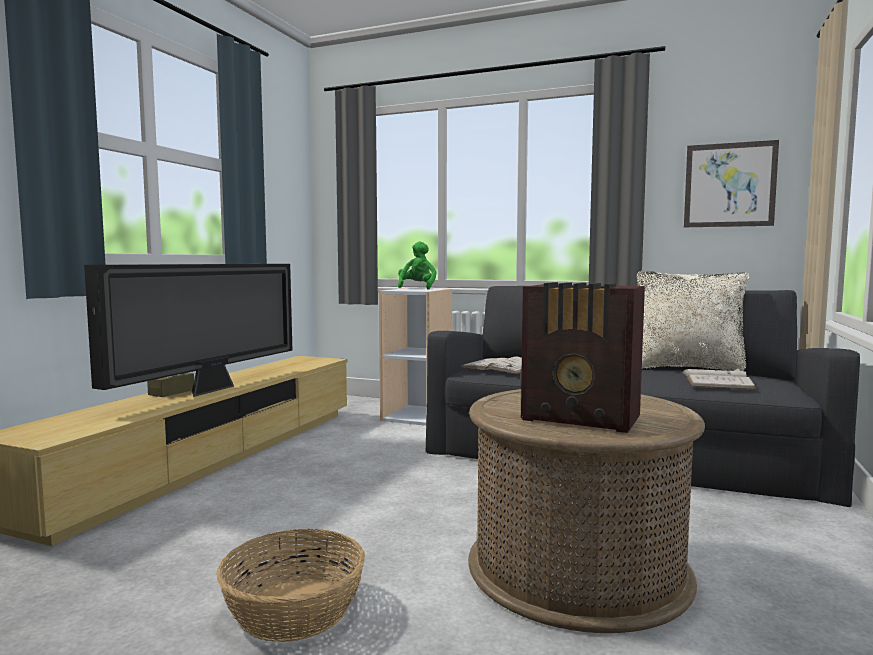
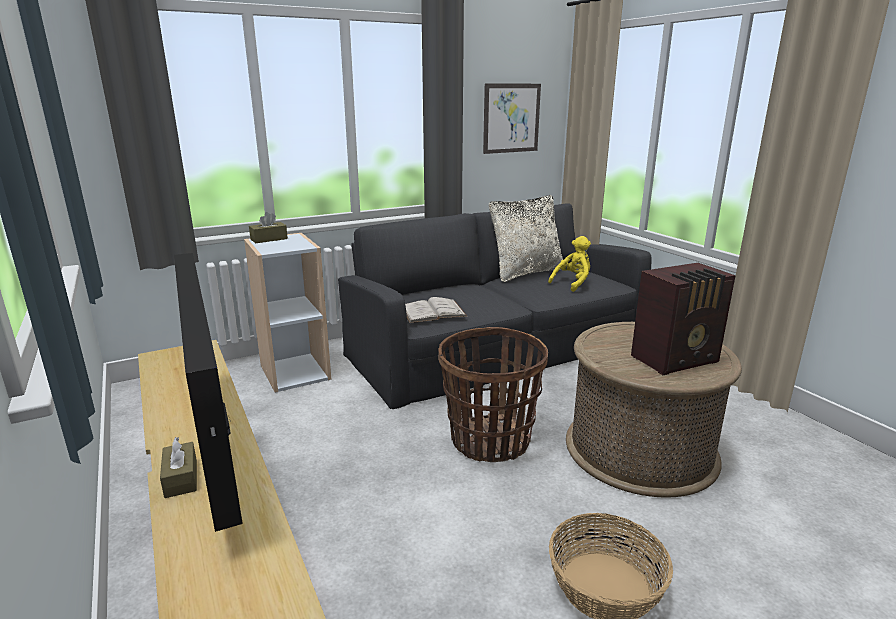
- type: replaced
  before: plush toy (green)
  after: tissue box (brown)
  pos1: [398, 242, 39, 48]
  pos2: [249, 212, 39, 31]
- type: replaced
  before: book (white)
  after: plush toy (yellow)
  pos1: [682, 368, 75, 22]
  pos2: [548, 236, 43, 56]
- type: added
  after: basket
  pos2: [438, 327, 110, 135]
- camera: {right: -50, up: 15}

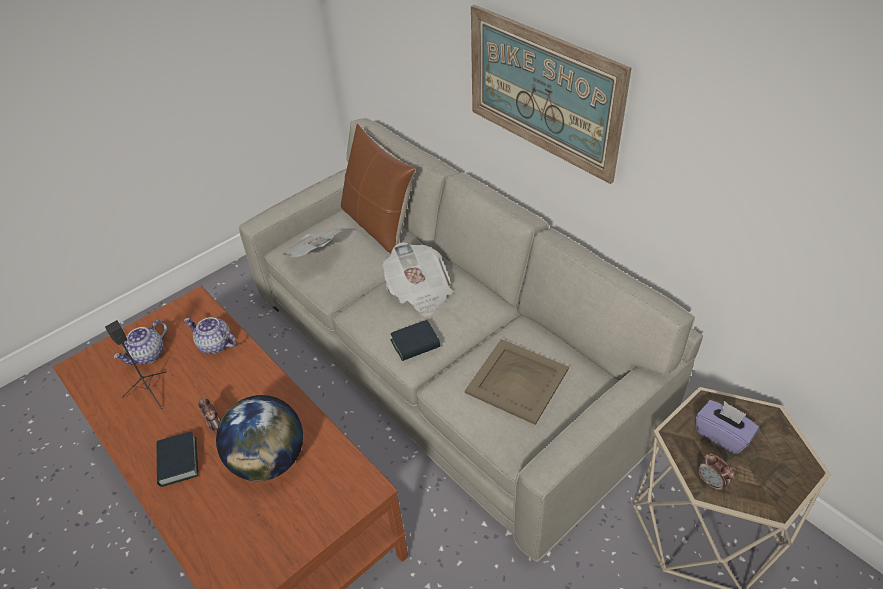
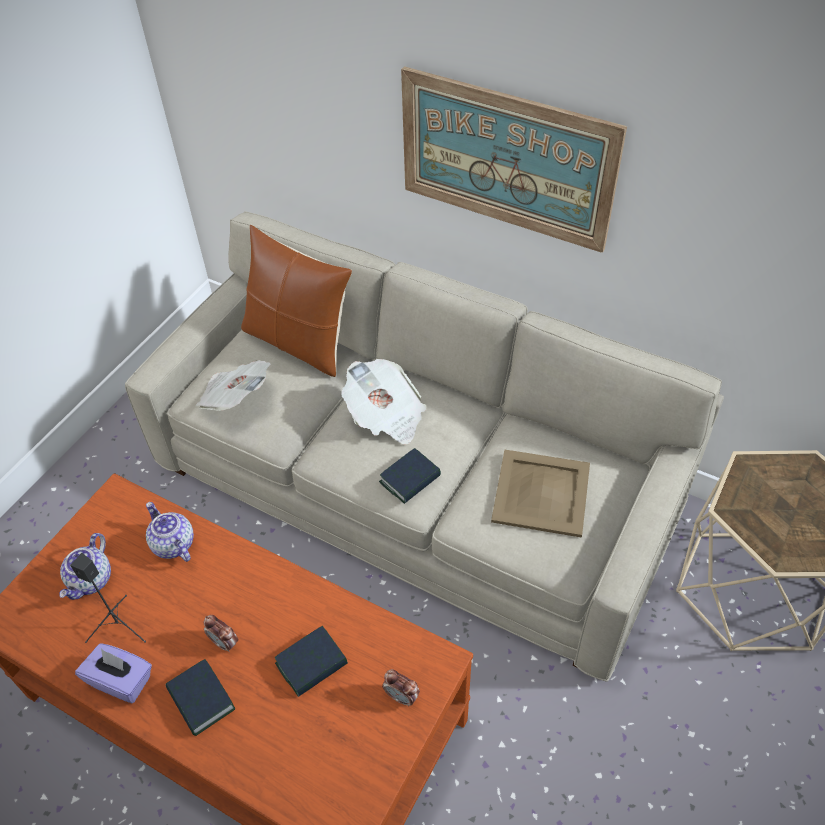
- type: turned
  before: teapot
  pos1: [184, 317, 53, 37]
  pos2: [146, 502, 48, 60]
  turn: 45
- type: replaced
  before: globe
  after: book
  pos1: [216, 395, 87, 86]
  pos2: [275, 626, 73, 71]
- type: moved
  before: tissue box (purple)
  pos1: [696, 400, 63, 54]
  pos2: [75, 643, 77, 61]
- type: moved
  before: alarm clock
  pos1: [698, 453, 36, 38]
  pos2: [382, 669, 38, 38]
- camera: {right: -20, up: 5}

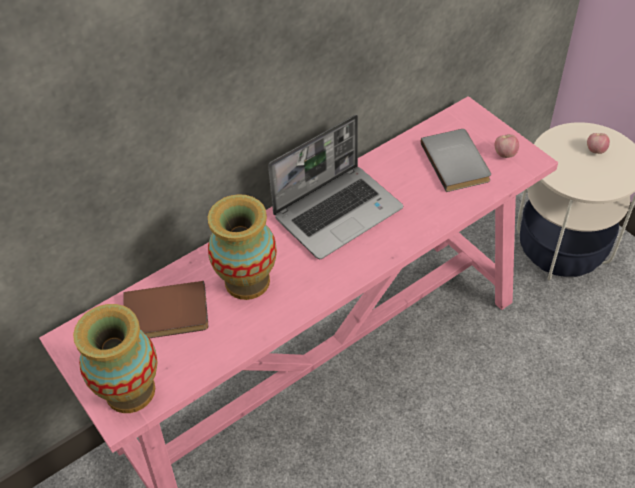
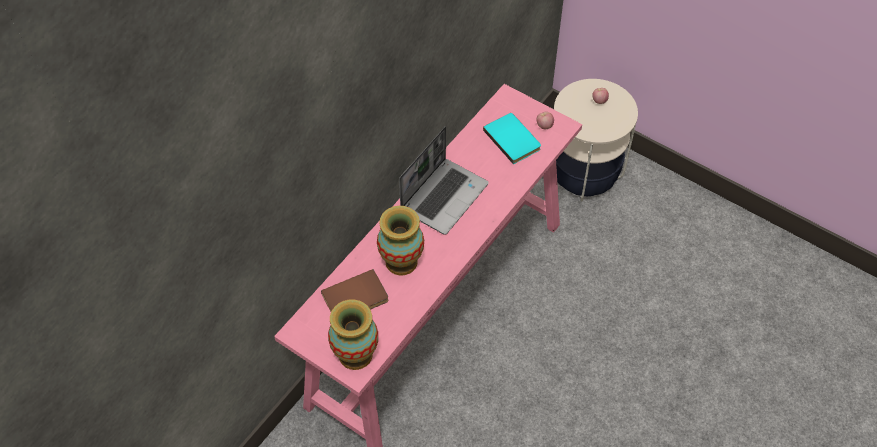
- type: recoloured
  before: book (grey)
  after: book (turquoise)
  pos1: [421, 129, 70, 63]
  pos2: [483, 113, 58, 51]
- camera: {right: -20, up: 5}

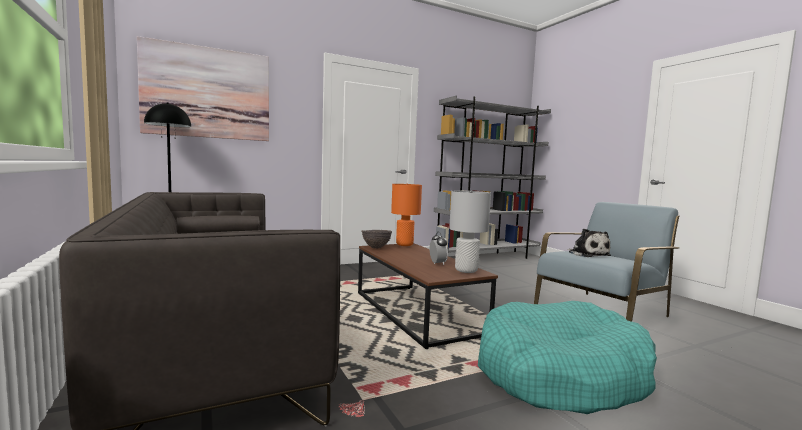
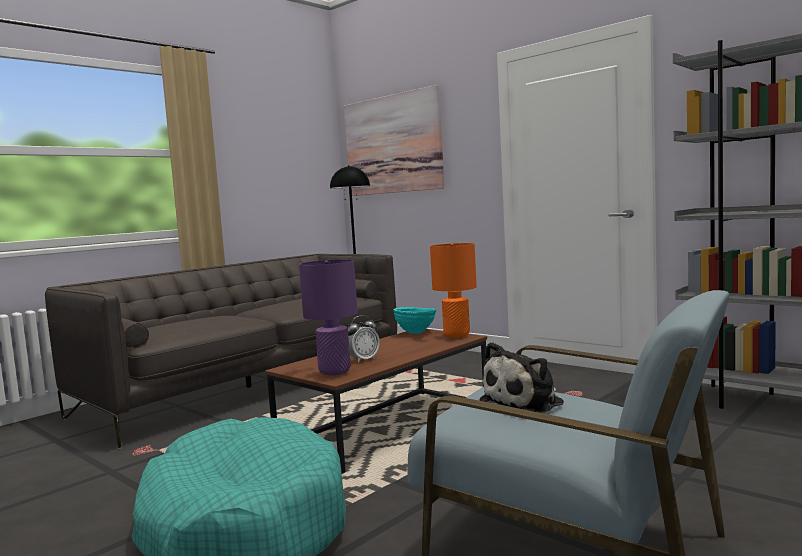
- type: recoloured
  before: bowl (brown)
  after: bowl (turquoise)
  pos1: [361, 230, 31, 18]
  pos2: [393, 307, 43, 27]
- type: recoloured
  before: table lamp (grey)
  after: table lamp (purple)
  pos1: [449, 191, 42, 82]
  pos2: [299, 259, 59, 117]
- camera: {right: 70, up: 0}

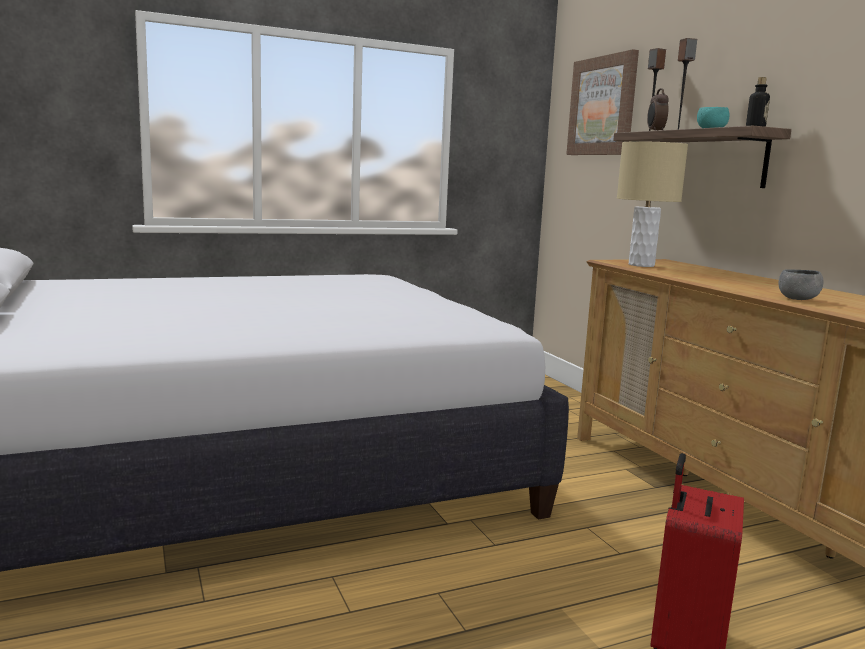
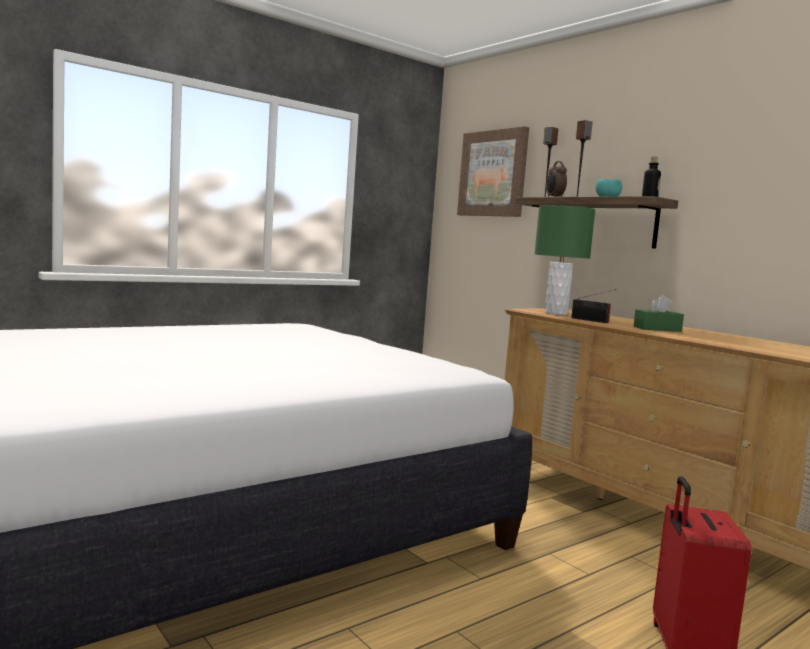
- type: recoloured
  before: table lamp (beige)
  after: table lamp (green)
  pos1: [617, 141, 71, 126]
  pos2: [534, 205, 61, 110]
- type: removed
  before: bowl (grey)
  pos1: [778, 269, 46, 31]
- type: added
  after: radio
  pos2: [571, 289, 45, 34]
- type: added
  after: tissue box (green)
  pos2: [634, 295, 50, 37]
- camera: {right: -15, up: -5}

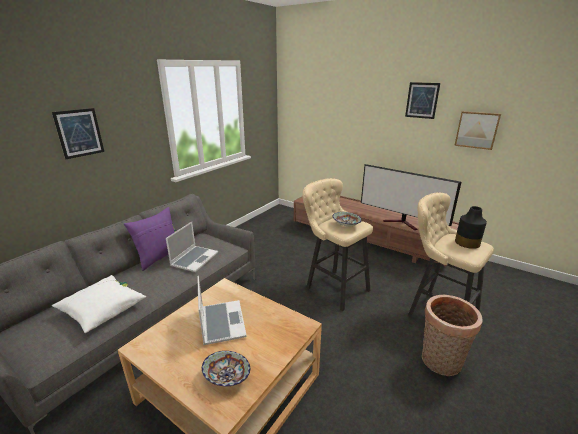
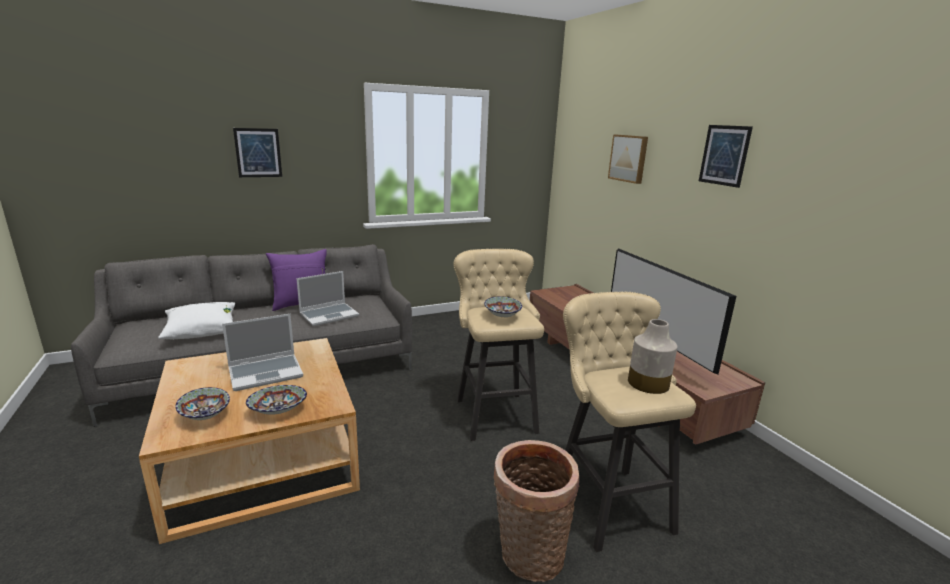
- type: turned
  before: laptop
  pos1: [197, 276, 50, 69]
  pos2: [222, 314, 81, 77]
  turn: 45
- type: moved
  before: picture
  pos1: [454, 111, 47, 39]
  pos2: [608, 134, 40, 50]
- type: recoloured
  before: vase (black)
  after: vase (beige)
  pos1: [455, 206, 32, 43]
  pos2: [628, 319, 49, 75]
- type: added
  after: bowl
  pos2: [246, 385, 61, 30]
- camera: {right: 30, up: -5}

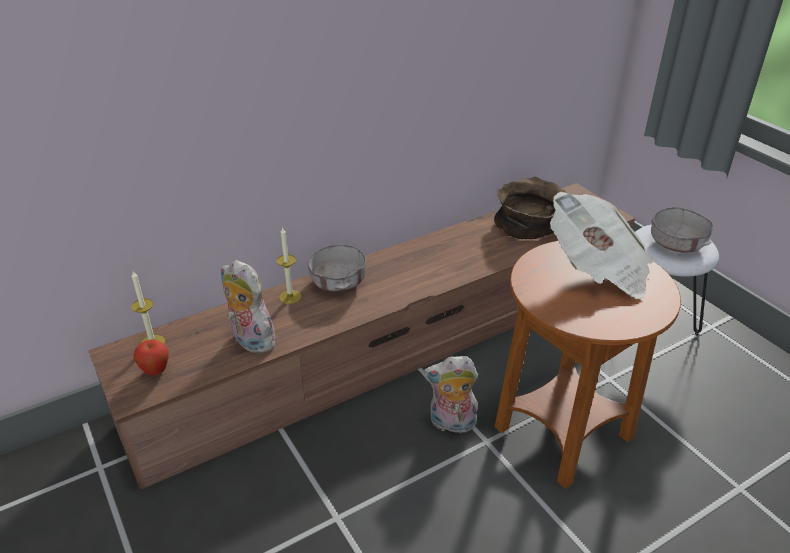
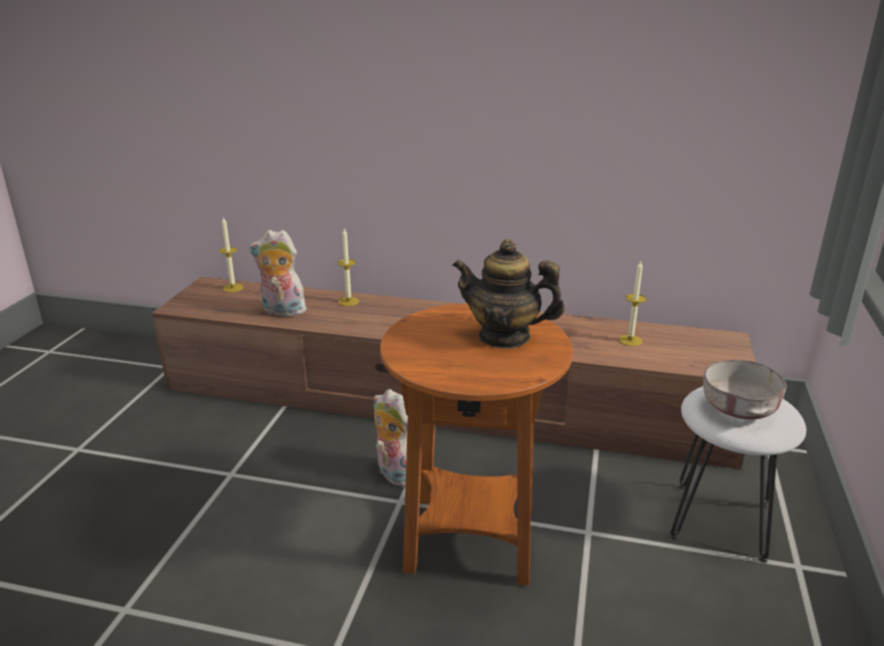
- type: removed
  before: apple
  pos1: [133, 340, 36, 35]
- type: turned
  before: plush toy
  pos1: [221, 260, 54, 93]
  pos2: [249, 230, 57, 87]
  turn: -75
- type: removed
  before: bowl (grey)
  pos1: [308, 245, 58, 47]
- type: replaced
  before: bowl (brown)
  after: candle
  pos1: [494, 177, 73, 62]
  pos2: [619, 261, 27, 85]
- type: replaced
  before: newspaper
  after: teapot
  pos1: [550, 192, 103, 107]
  pos2: [452, 239, 113, 110]
- camera: {right: 45, up: -10}

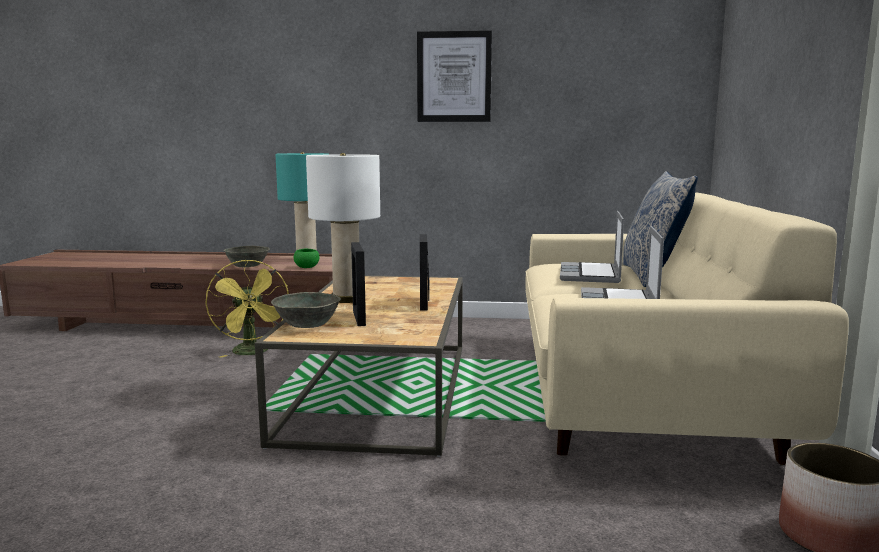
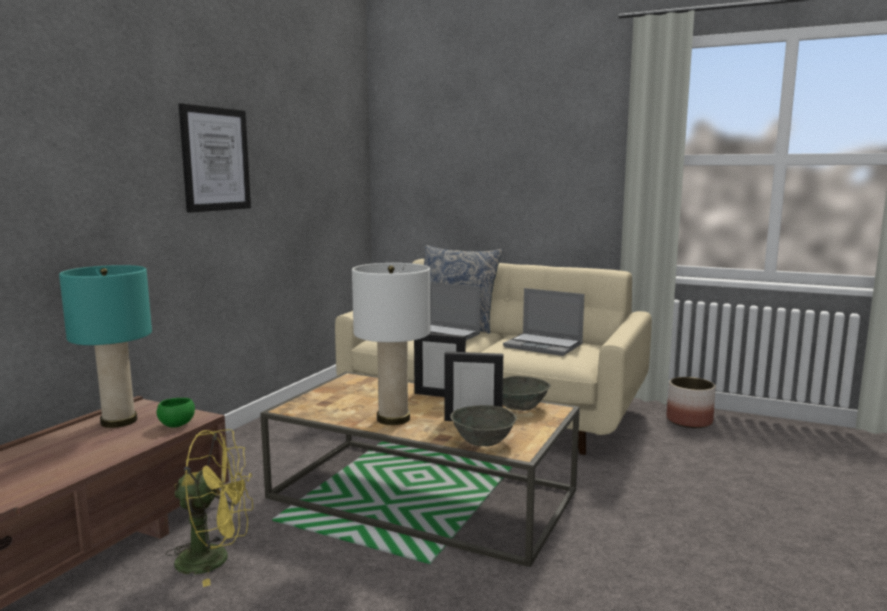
- type: moved
  before: bowl (grey)
  pos1: [223, 246, 47, 21]
  pos2: [503, 376, 48, 35]
- camera: {right: -70, up: 0}

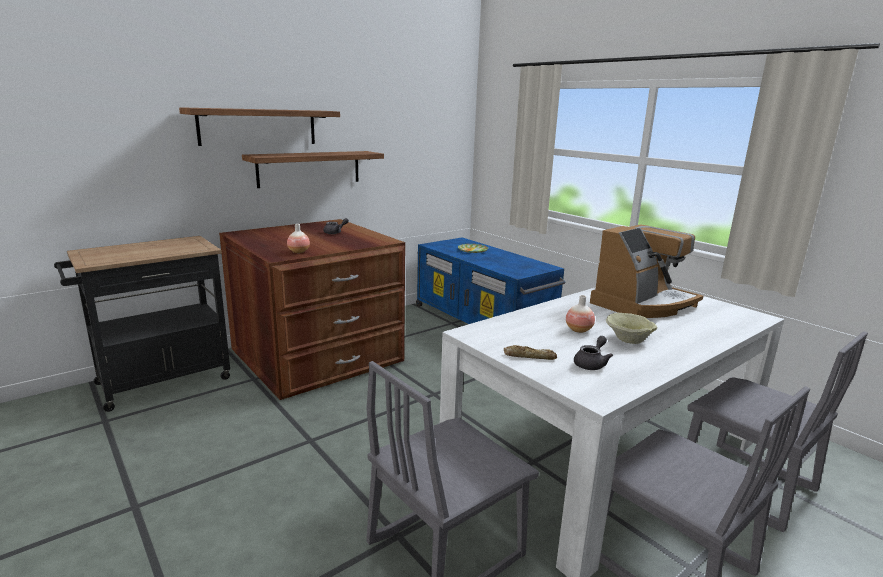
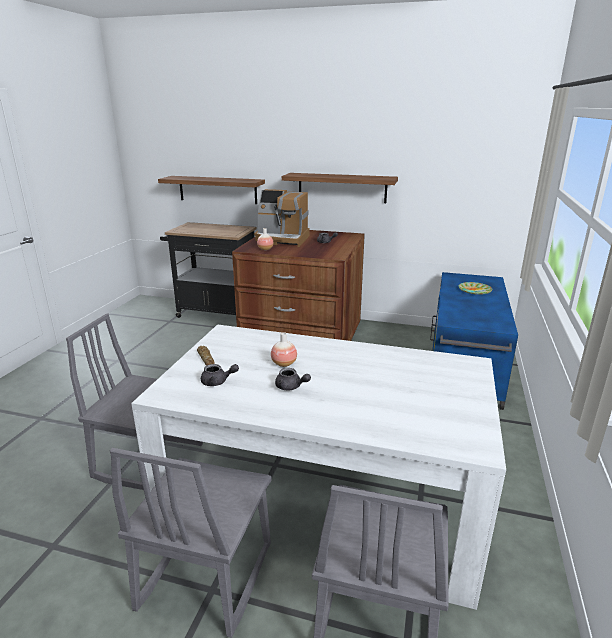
- type: moved
  before: shelf
  pos1: [179, 107, 161, 39]
  pos2: [158, 176, 107, 28]
- type: moved
  before: coffee machine
  pos1: [590, 224, 113, 94]
  pos2: [254, 189, 56, 58]
- type: replaced
  before: bowl (beige)
  after: teapot (grey)
  pos1: [606, 313, 52, 31]
  pos2: [275, 368, 36, 22]
- camera: {right: 55, up: 5}

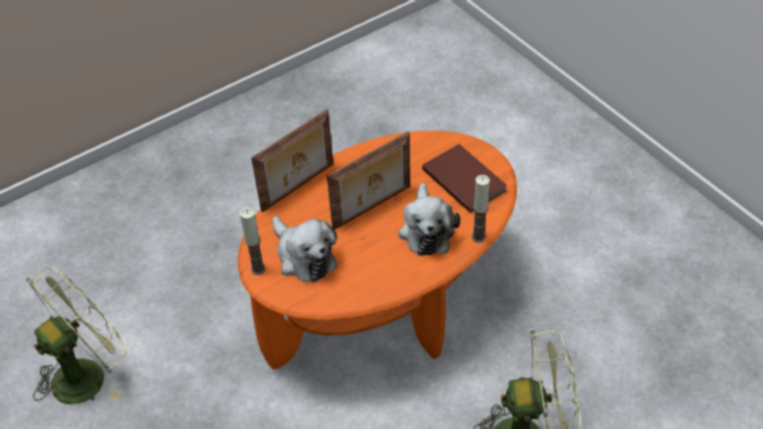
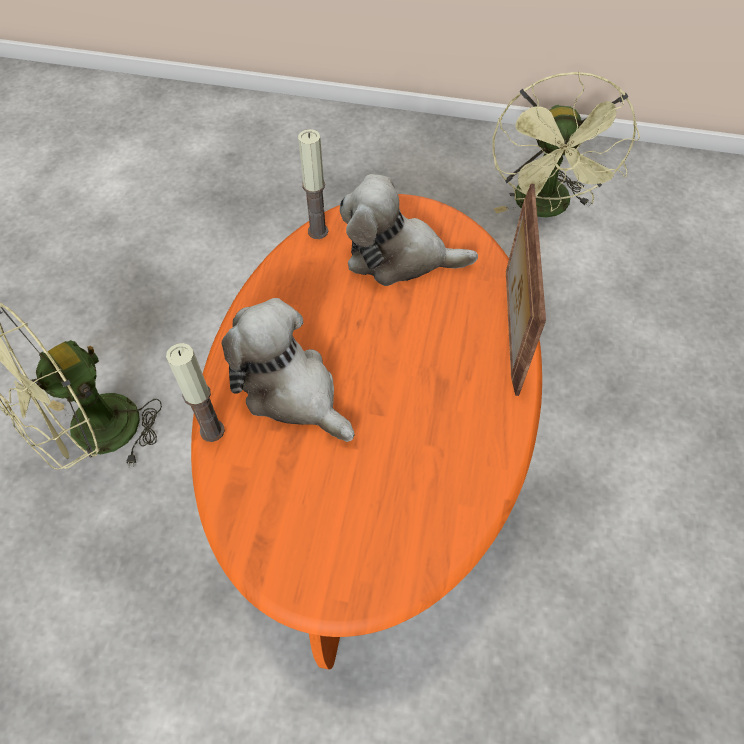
- type: moved
  before: candle
  pos1: [240, 208, 26, 67]
  pos2: [298, 129, 30, 110]
- type: removed
  before: picture frame
  pos1: [327, 131, 83, 99]
- type: removed
  before: book (brown)
  pos1: [422, 144, 85, 69]
- camera: {right: 135, up: 10}

